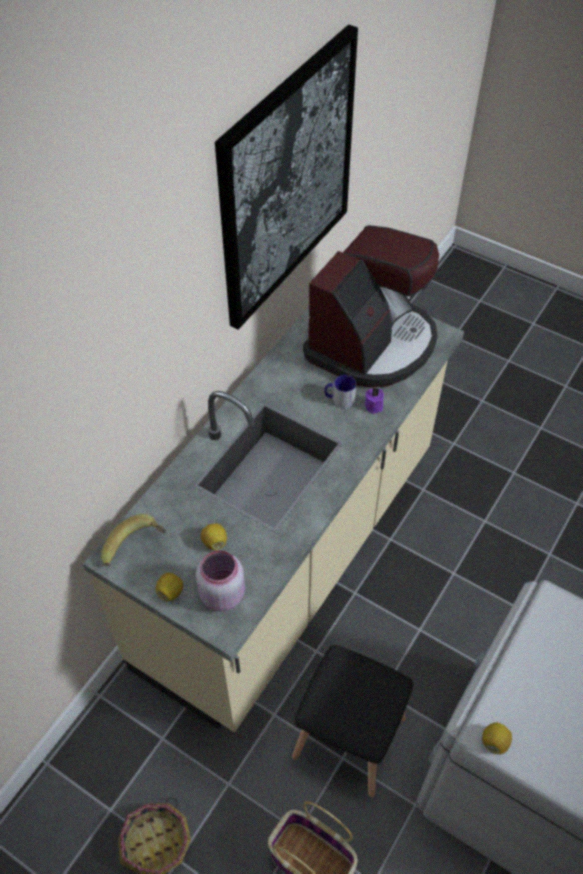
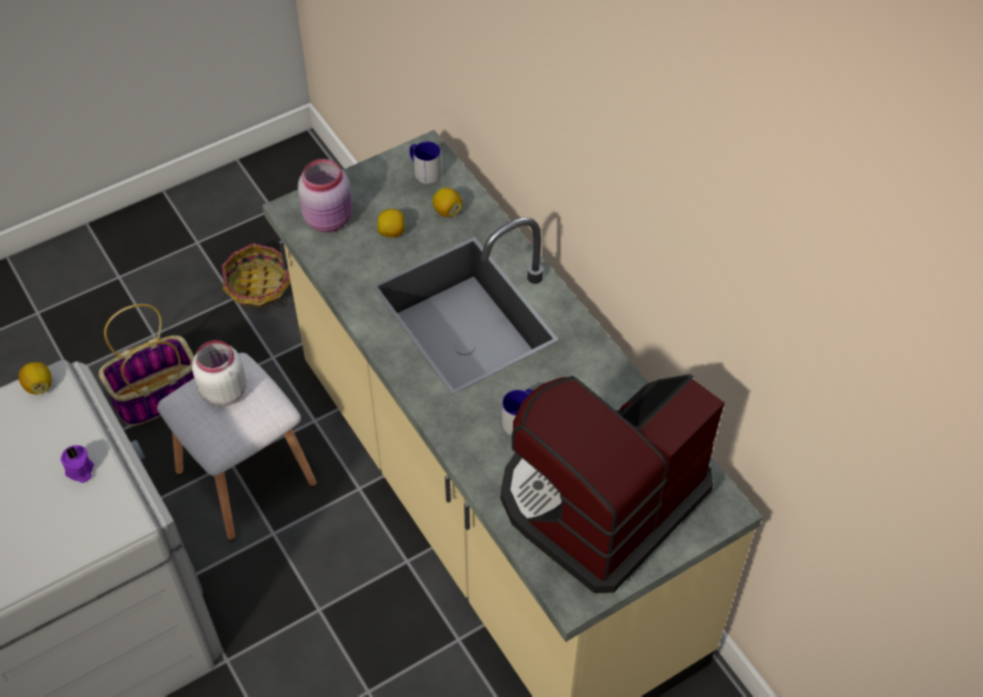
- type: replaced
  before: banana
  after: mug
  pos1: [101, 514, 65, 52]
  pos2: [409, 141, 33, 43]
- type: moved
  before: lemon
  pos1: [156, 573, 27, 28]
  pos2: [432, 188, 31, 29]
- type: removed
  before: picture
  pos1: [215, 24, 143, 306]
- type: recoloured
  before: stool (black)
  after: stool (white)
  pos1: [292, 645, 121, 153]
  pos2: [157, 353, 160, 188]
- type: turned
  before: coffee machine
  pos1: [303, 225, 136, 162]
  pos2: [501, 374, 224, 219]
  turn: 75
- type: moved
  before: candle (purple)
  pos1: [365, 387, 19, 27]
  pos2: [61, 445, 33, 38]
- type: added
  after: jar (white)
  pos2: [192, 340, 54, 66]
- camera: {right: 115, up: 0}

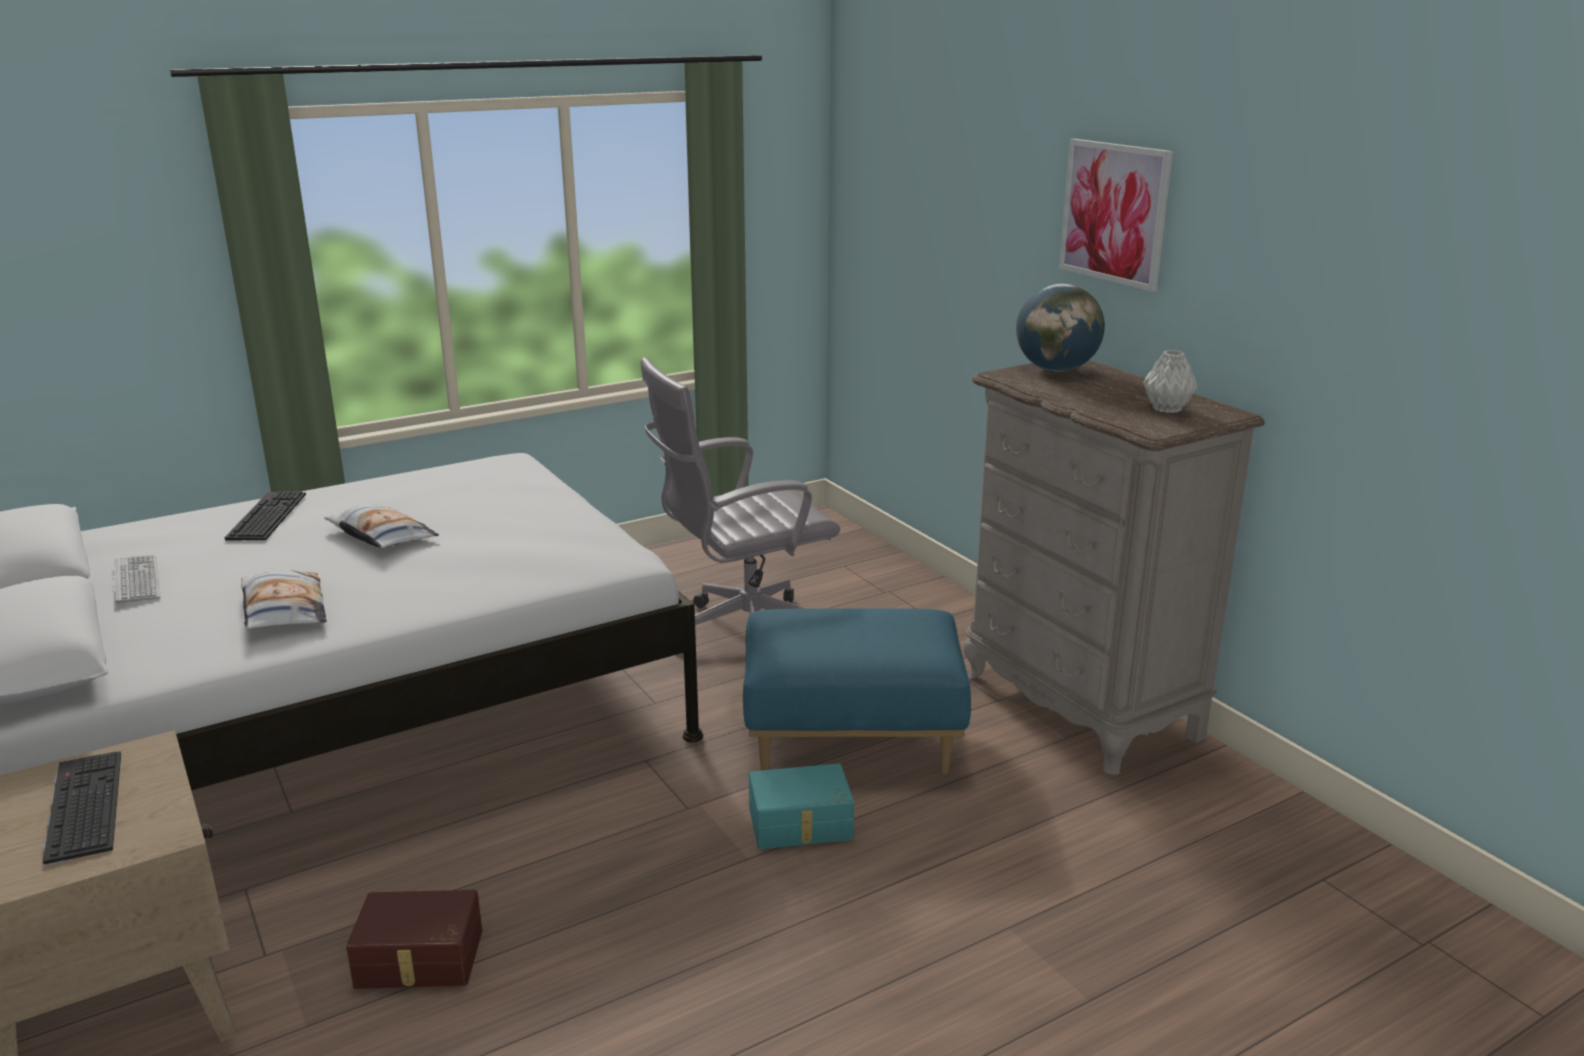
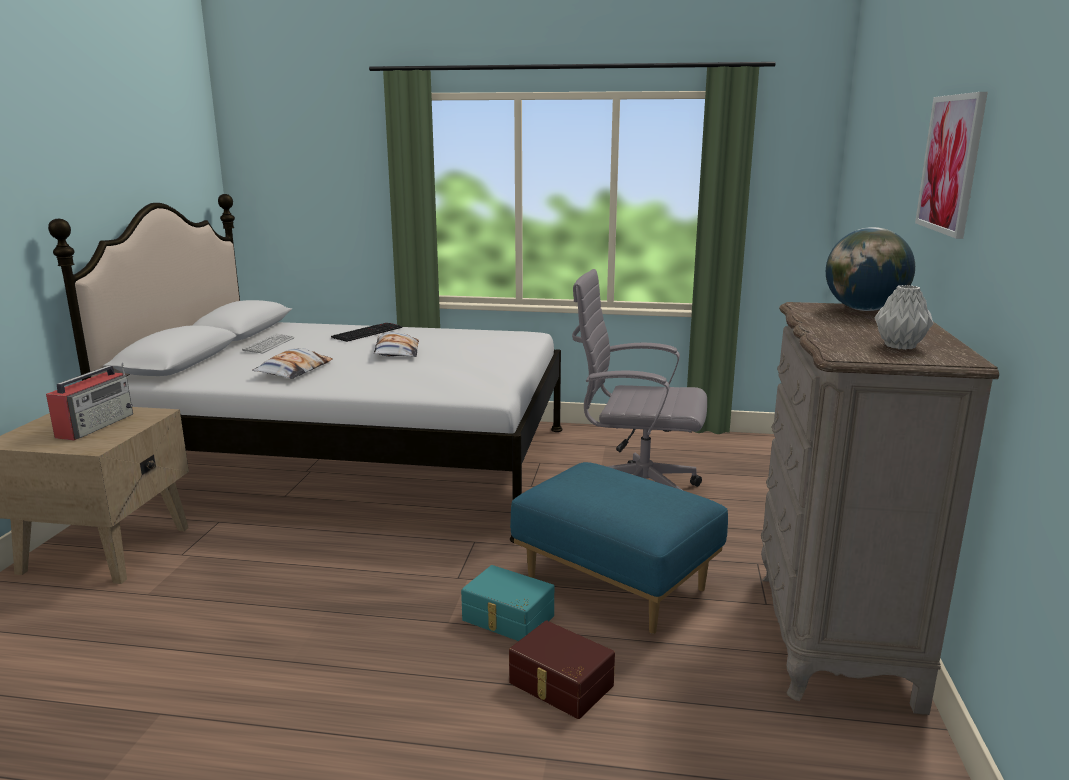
- type: replaced
  before: keyboard
  after: radio
  pos1: [43, 751, 78, 115]
  pos2: [46, 363, 87, 78]
- type: moved
  before: storage box (brown)
  pos1: [346, 890, 136, 99]
  pos2: [509, 620, 106, 99]
- camera: {right: 40, up: -5}

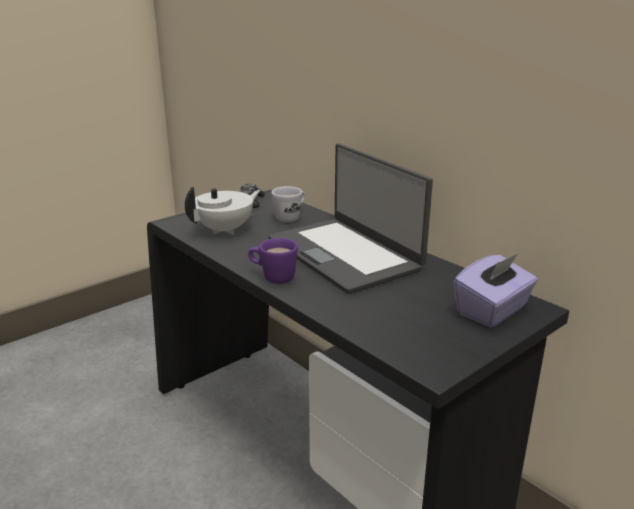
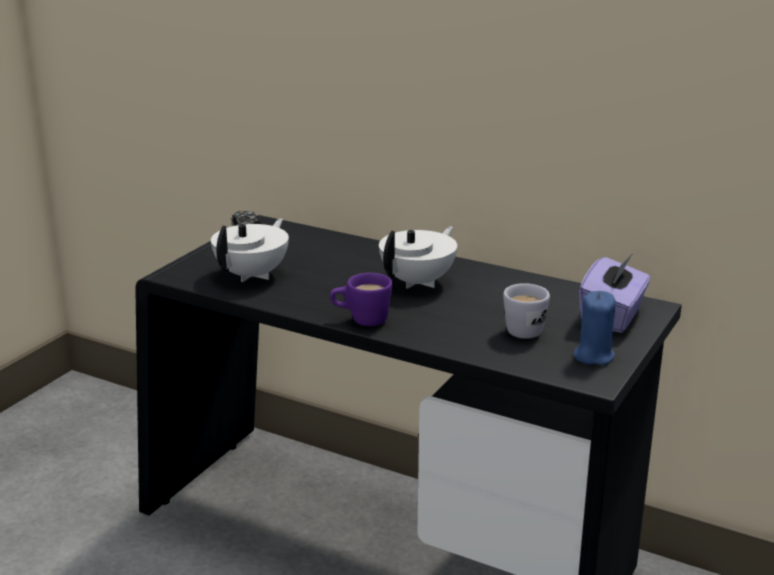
- type: replaced
  before: laptop
  after: teapot (white)
  pos1: [268, 144, 165, 150]
  pos2: [379, 226, 78, 63]
- type: moved
  before: mug (white)
  pos1: [271, 186, 34, 36]
  pos2: [503, 283, 47, 56]
- type: added
  after: candle (blue)
  pos2: [574, 291, 42, 74]
- camera: {right: -20, up: 0}

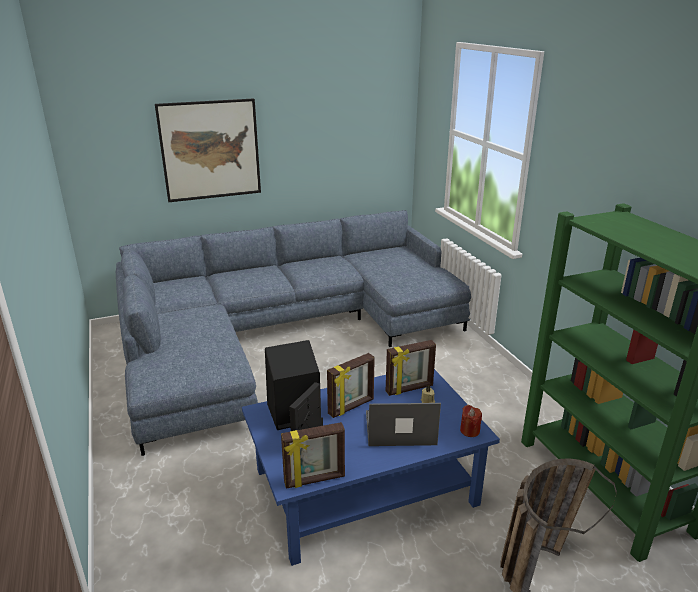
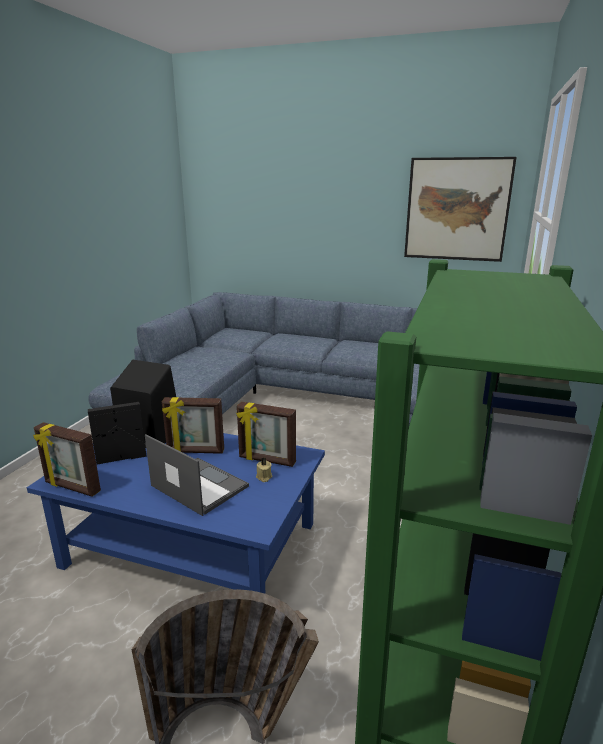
- type: moved
  before: picture
  pos1: [155, 98, 106, 104]
  pos2: [404, 157, 113, 105]
- type: removed
  before: candle (red)
  pos1: [460, 405, 22, 32]
- camera: {right: 40, up: -5}

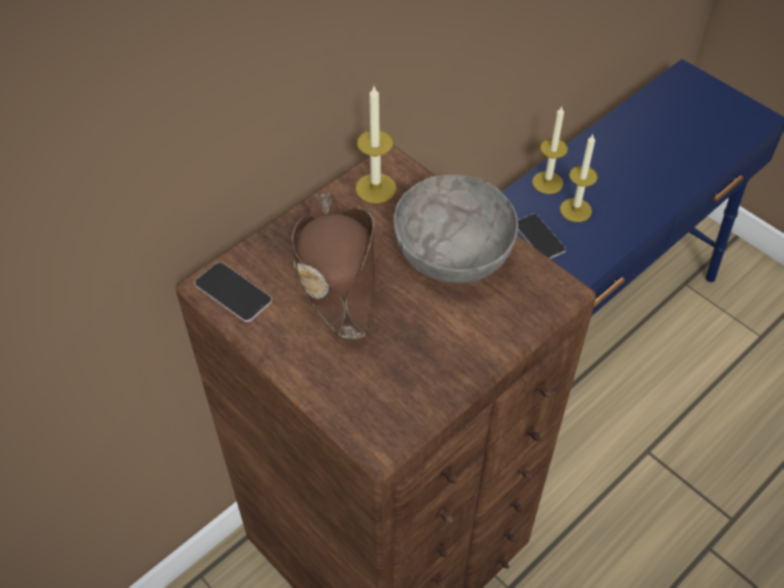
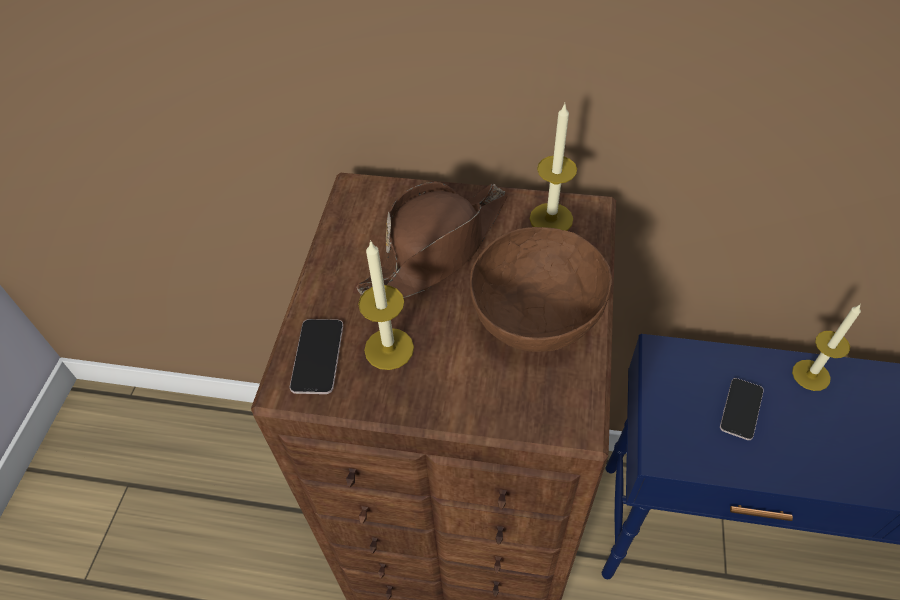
- type: moved
  before: phone
  pos1: [195, 262, 77, 60]
  pos2: [290, 319, 53, 75]
- type: recoloured
  before: bowl (grey)
  after: bowl (brown)
  pos1: [394, 175, 124, 108]
  pos2: [470, 227, 142, 125]
- type: moved
  before: candle
  pos1: [560, 134, 38, 88]
  pos2: [358, 240, 56, 130]
- camera: {right: 55, up: 0}

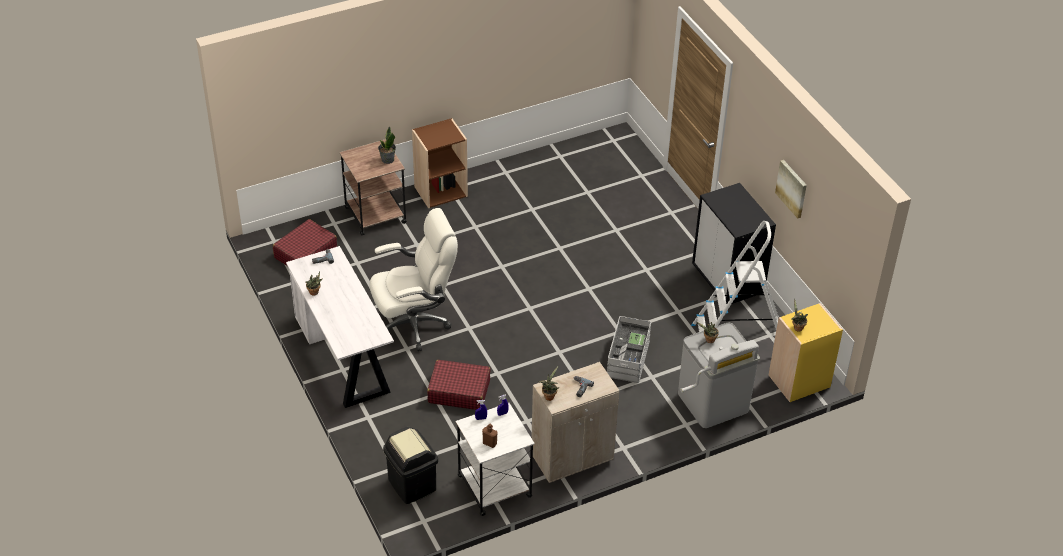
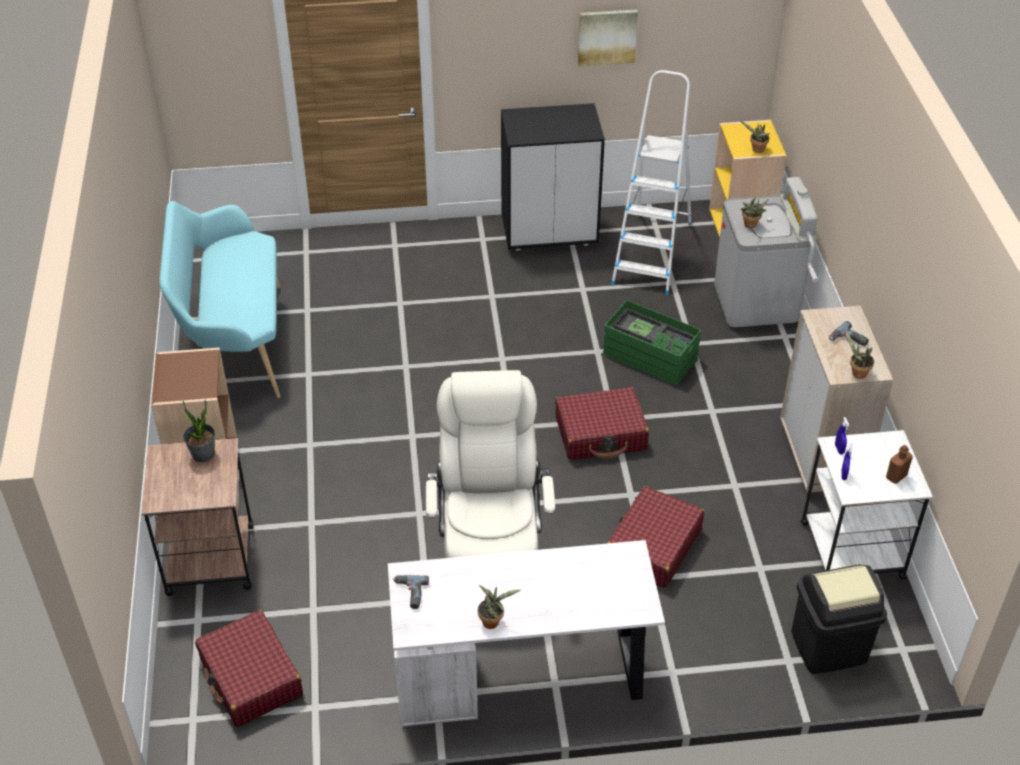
- type: recoloured
  before: storage box (grey)
  after: storage box (green)
  pos1: [607, 316, 44, 67]
  pos2: [603, 300, 98, 85]
- type: added
  after: bench (turquoise)
  pos2: [159, 201, 122, 197]
- type: added
  after: suitcase (red)
  pos2: [555, 387, 94, 73]
- camera: {right: -70, up: 0}

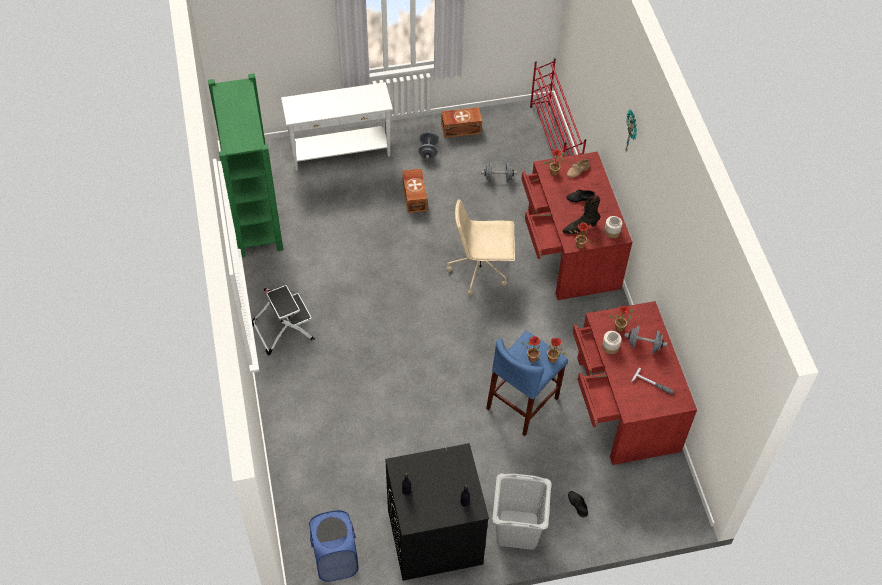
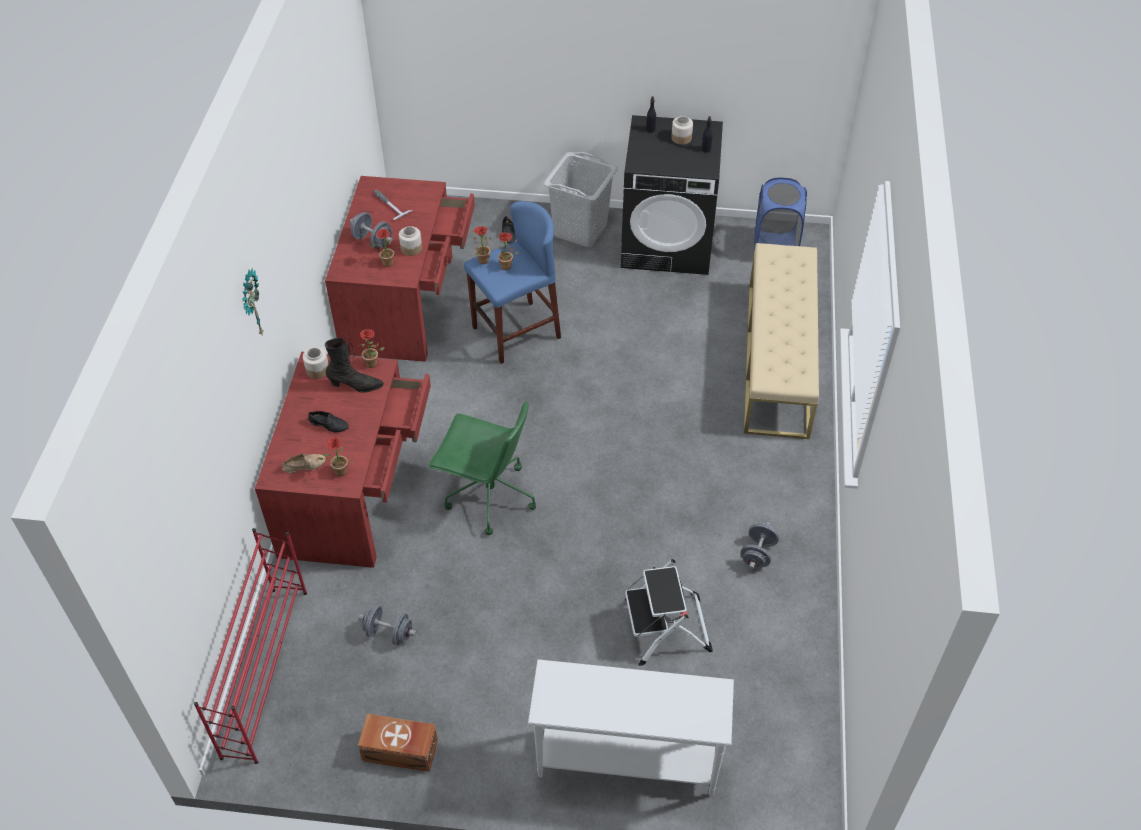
- type: removed
  before: bookcase (green)
  pos1: [208, 73, 75, 184]
- type: moved
  before: step ladder
  pos1: [252, 285, 63, 71]
  pos2: [625, 559, 88, 107]
- type: removed
  before: storage box (brown)
  pos1: [402, 169, 25, 44]
- type: moved
  before: dumbbell (grey)
  pos1: [418, 131, 21, 28]
  pos2: [740, 522, 39, 47]
- type: recoloured
  before: office chair (beige)
  after: office chair (green)
  pos1: [446, 199, 69, 96]
  pos2: [428, 401, 108, 134]
- type: added
  after: jar
  pos2: [671, 116, 22, 29]
- type: added
  after: bench (beige)
  pos2: [744, 243, 75, 196]
- camera: {right: -160, up: -5}

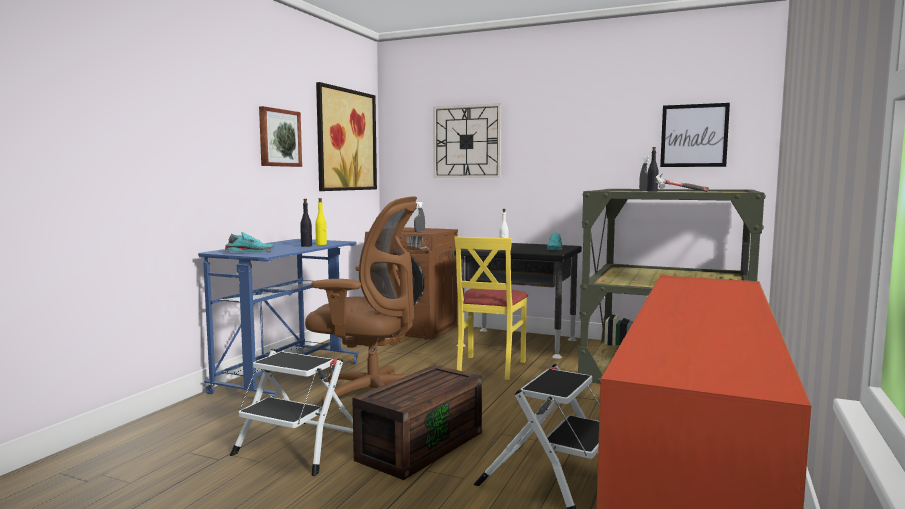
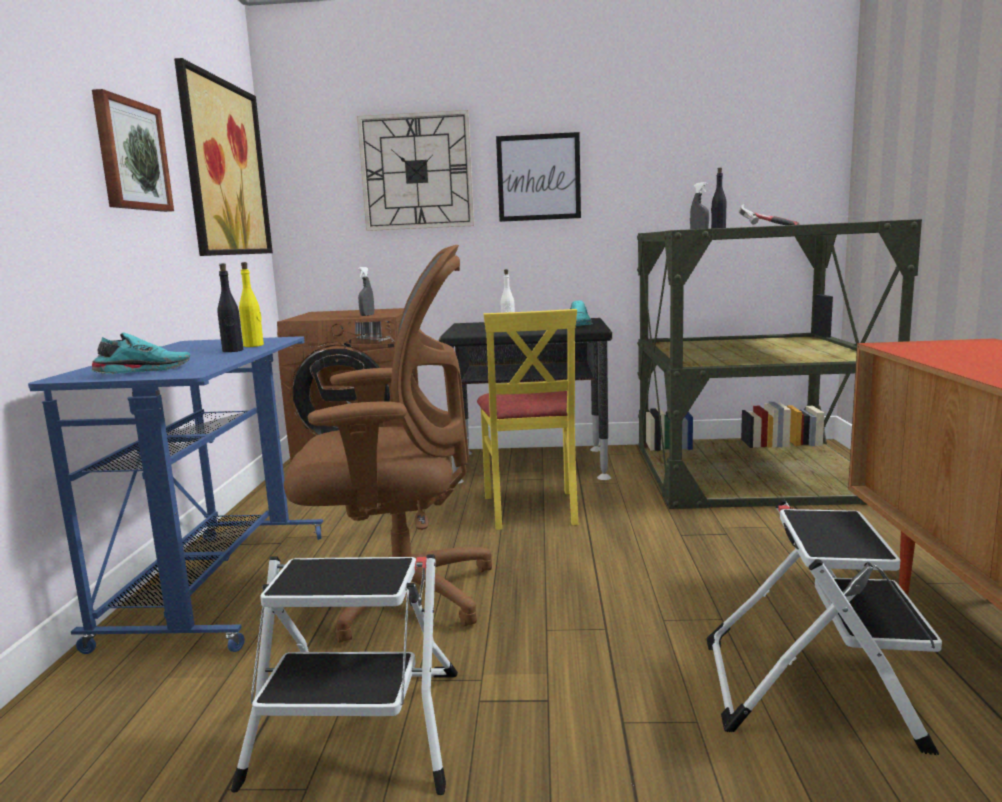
- type: removed
  before: storage box (brown)
  pos1: [352, 365, 130, 115]
- type: moved
  before: picture
  pos1: [660, 103, 70, 64]
  pos2: [496, 132, 85, 90]
- camera: {right: -20, up: 5}

